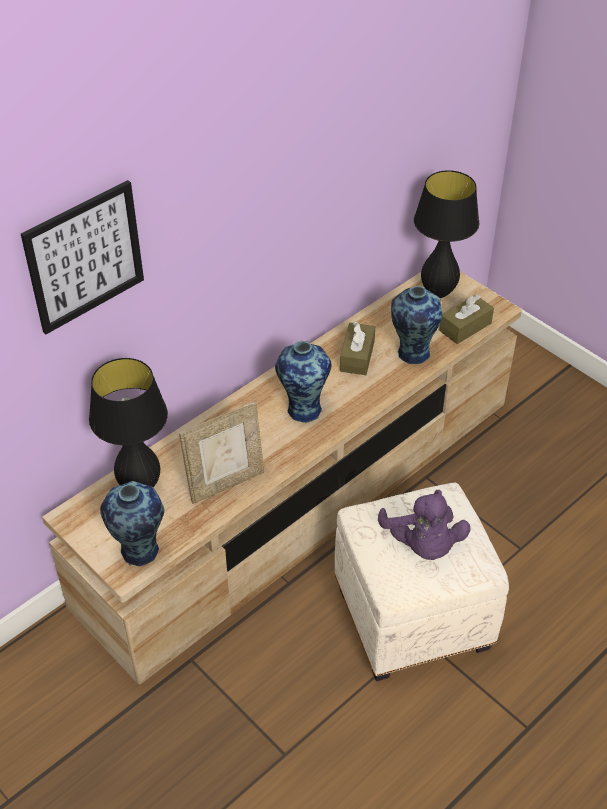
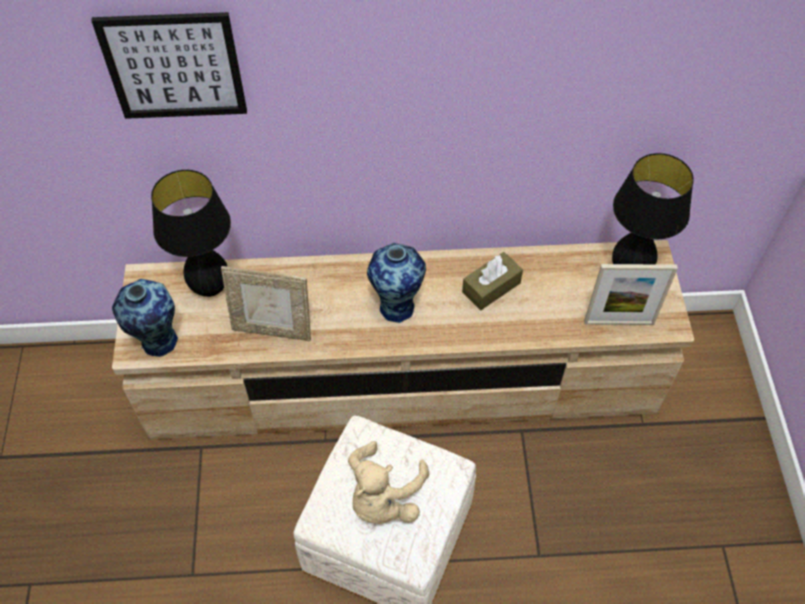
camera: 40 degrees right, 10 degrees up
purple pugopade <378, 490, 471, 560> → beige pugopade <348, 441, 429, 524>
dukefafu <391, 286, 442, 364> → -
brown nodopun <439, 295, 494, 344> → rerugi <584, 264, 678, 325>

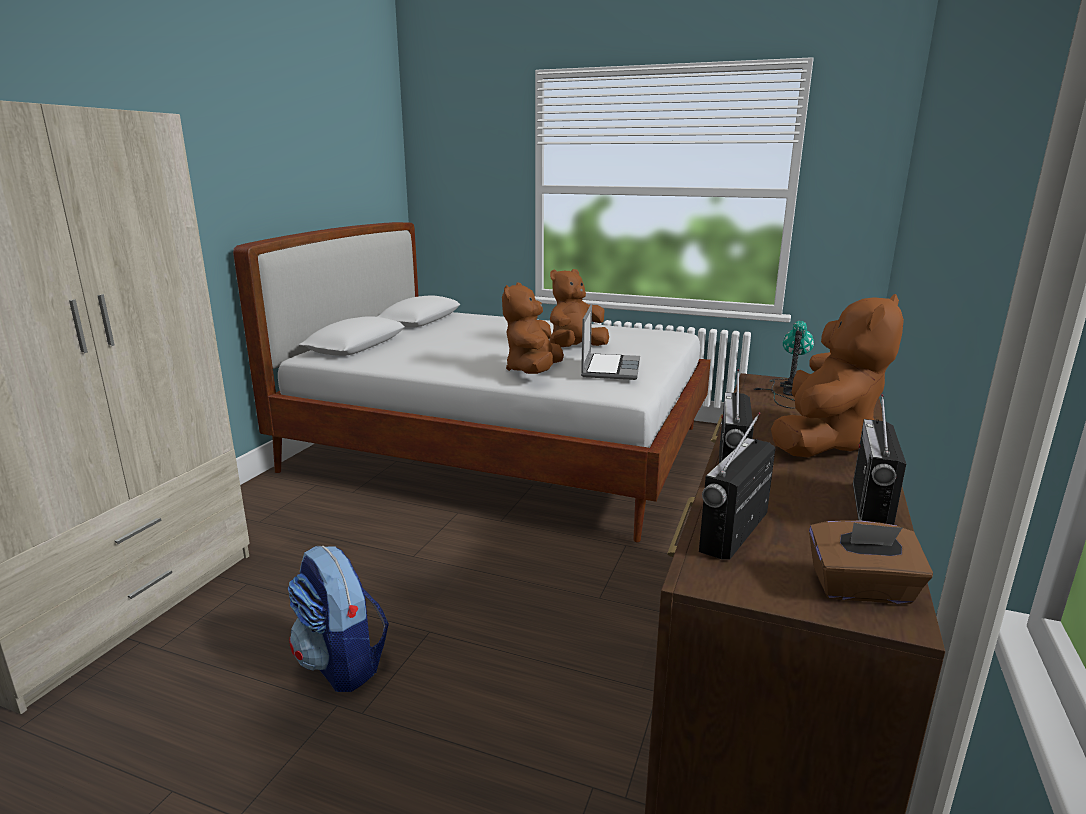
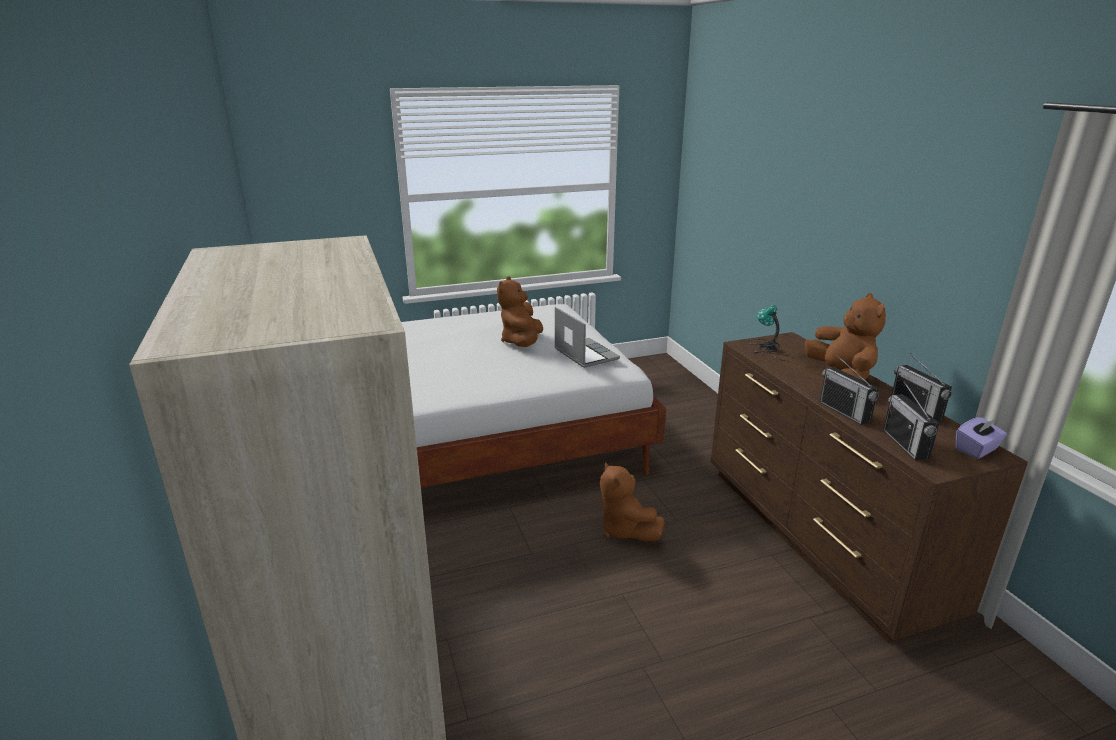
camera: 40 degrees left, 5 degrees up
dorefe <288, 546, 389, 692> → -
brown pugopade <502, 283, 564, 374> → brown pugopade <600, 461, 665, 541>, move
brown nodopun <809, 520, 933, 604> → purple nodopun <956, 417, 1007, 459>

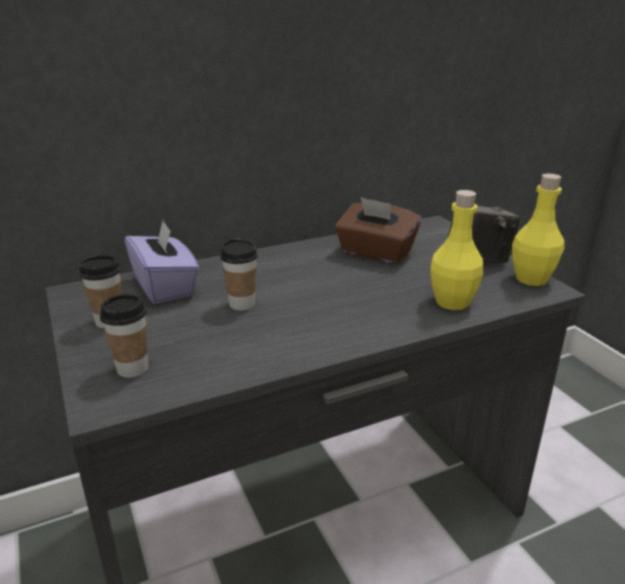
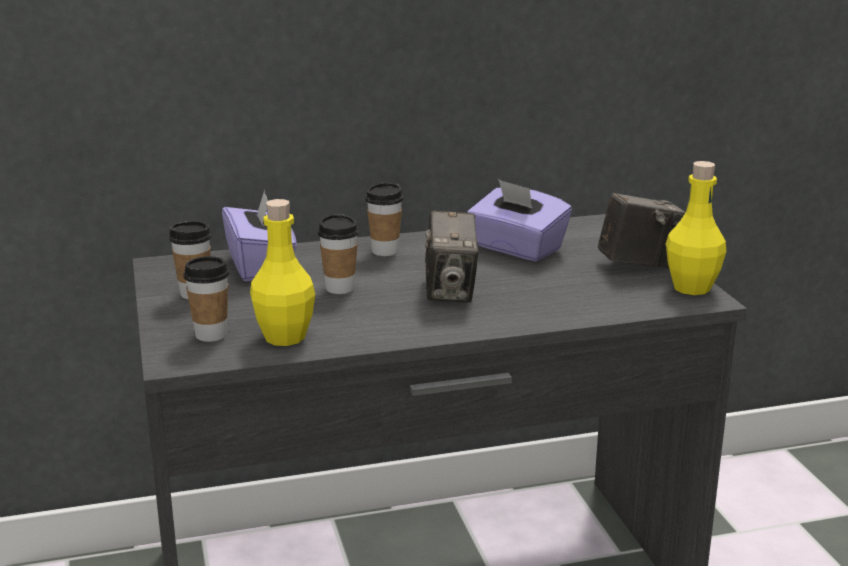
camera: 10 degrees right, 5 degrees down
brown nodopun <335, 197, 421, 264> → purple nodopun <468, 179, 572, 261>
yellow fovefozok <430, 190, 483, 310> → yellow fovefozok <250, 199, 315, 346>, move
- → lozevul <365, 183, 403, 256>
- → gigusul <425, 210, 479, 303>

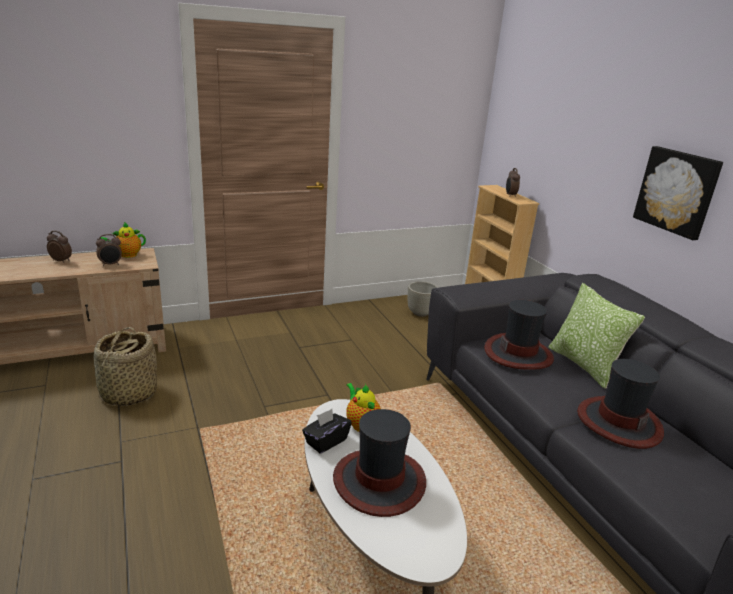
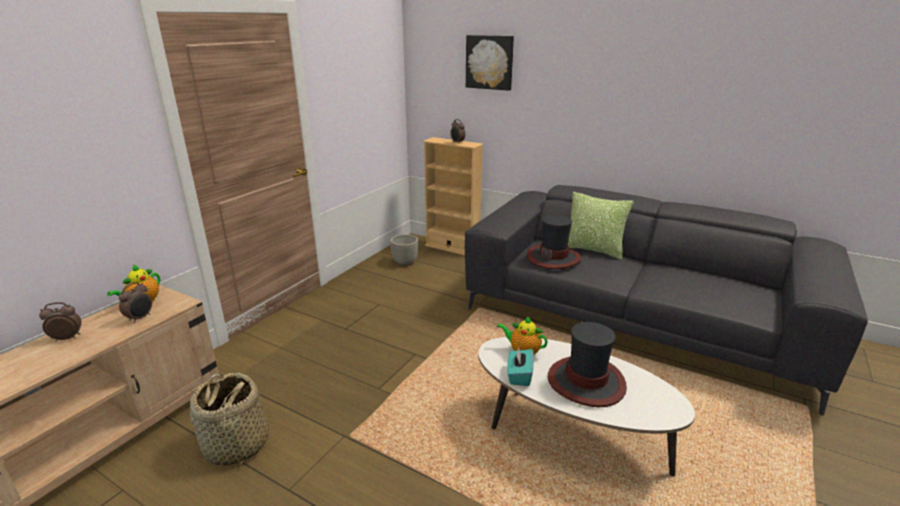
camera: 35 degrees left, 0 degrees up
black nodopun <302, 409, 352, 453> → turquoise nodopun <507, 347, 534, 386>
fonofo <577, 359, 664, 449> → -
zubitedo <633, 146, 723, 240> → zubitedo <466, 35, 514, 91>, move

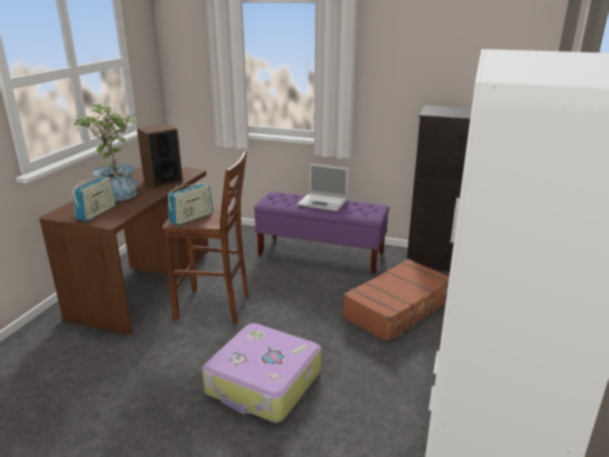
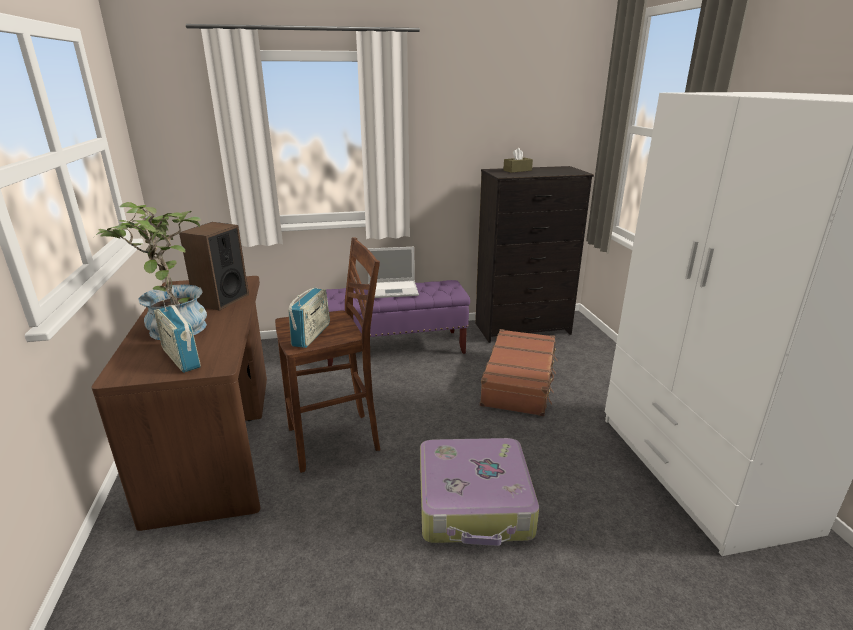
camera: 30 degrees left, 0 degrees up
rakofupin <72, 176, 116, 222> → rakofupin <154, 300, 201, 373>, 150 degrees clockwise
- → brown nodopun <503, 148, 533, 173>

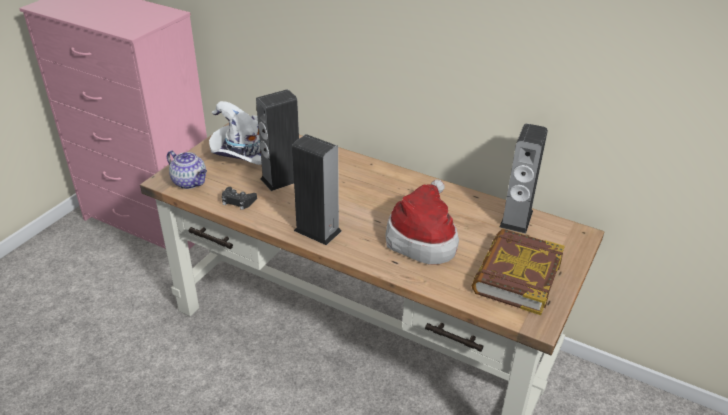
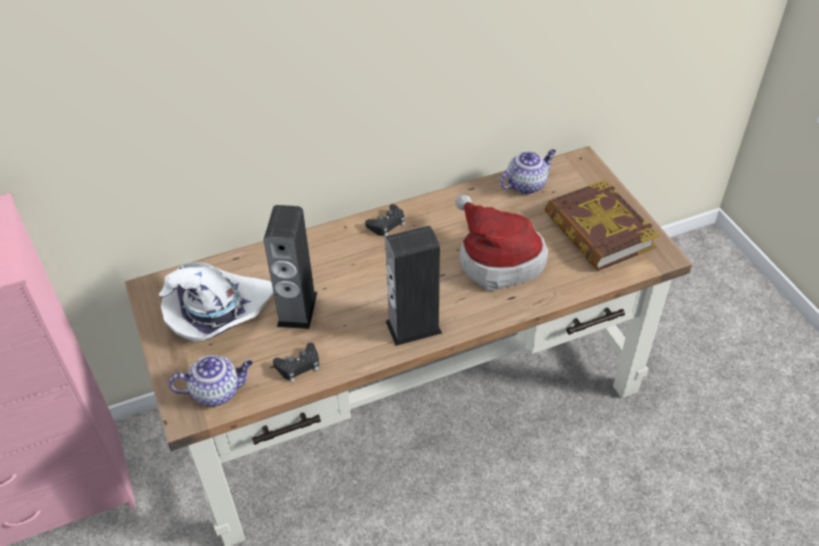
camera: 50 degrees left, 10 degrees up
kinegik <500, 124, 548, 234> → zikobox <500, 149, 556, 194>
- → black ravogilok <365, 204, 405, 237>

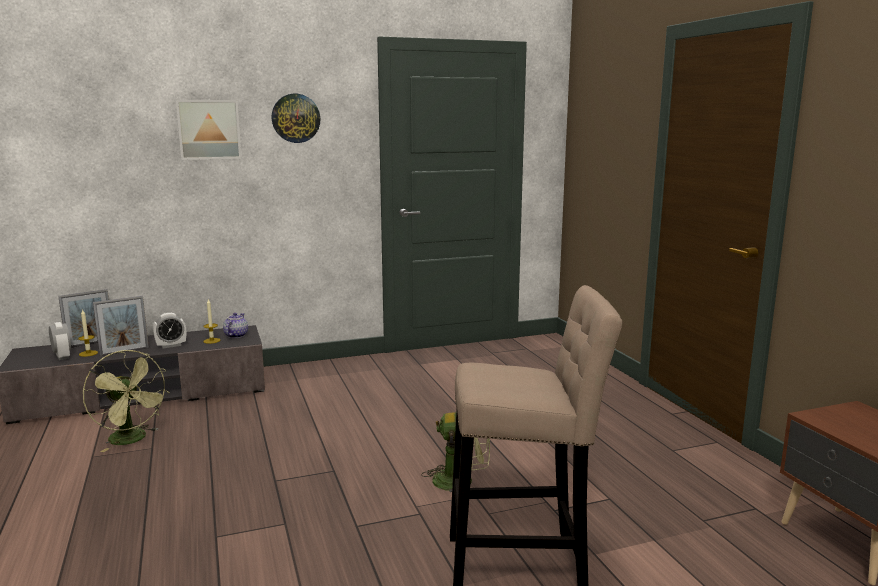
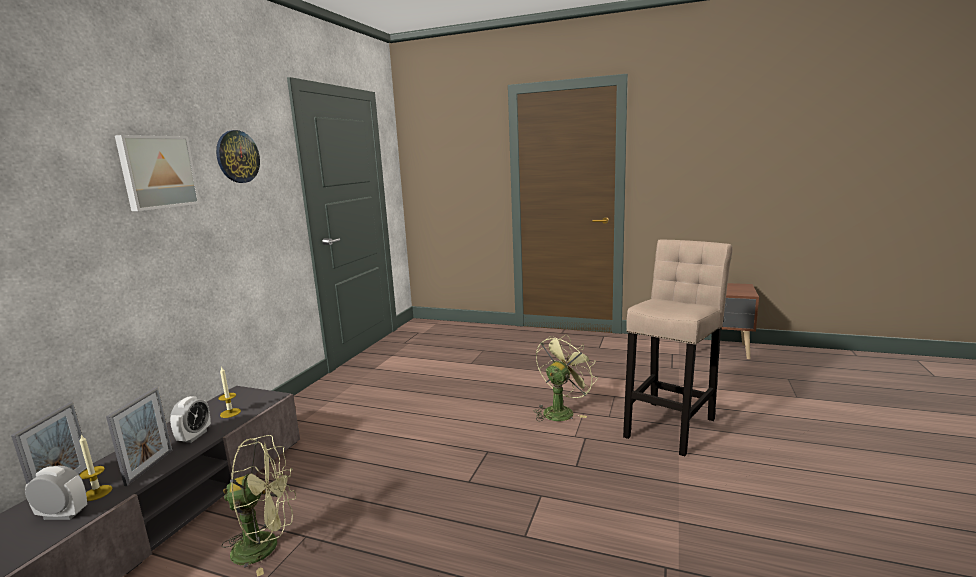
camera: 50 degrees left, 0 degrees up
zikobox <223, 313, 248, 338> → -

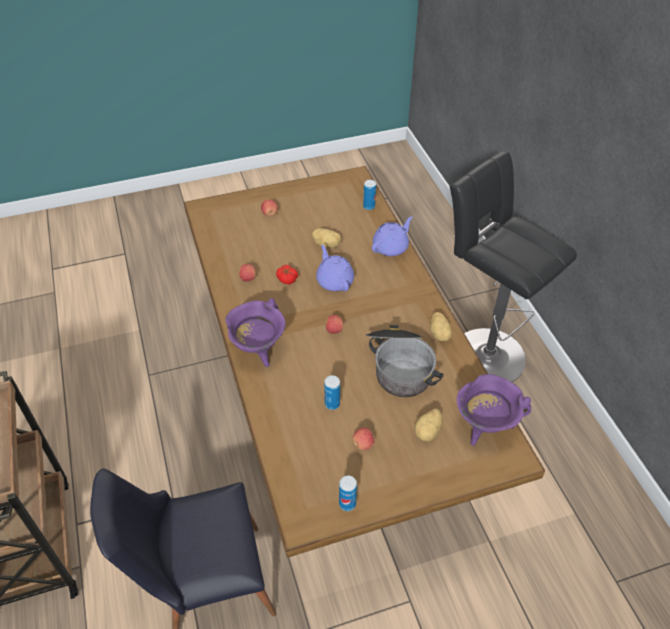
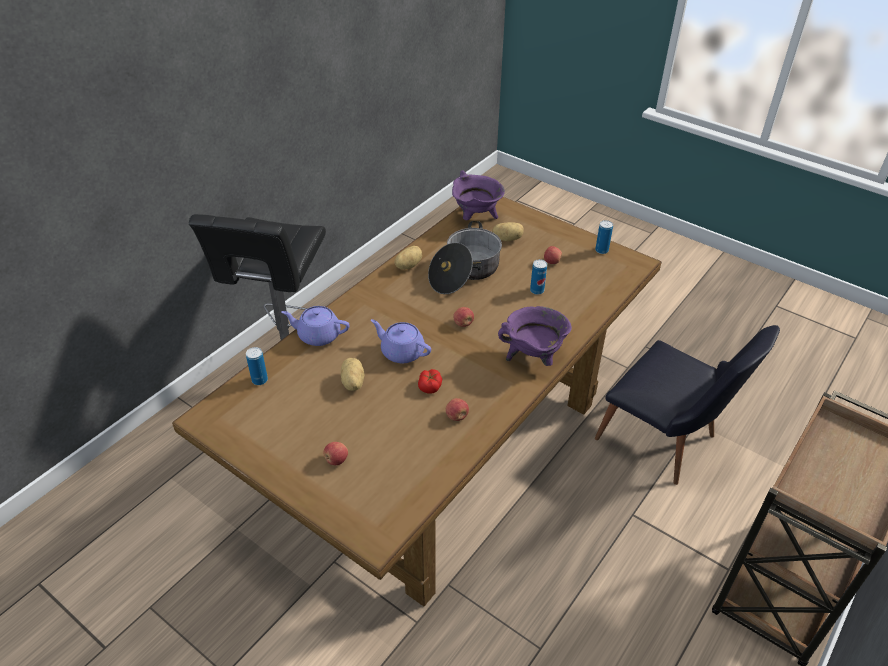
camera: 125 degrees left, 5 degrees down
purple zikobox <316, 245, 354, 291> → purple zikobox <371, 319, 431, 363>, 90 degrees clockwise

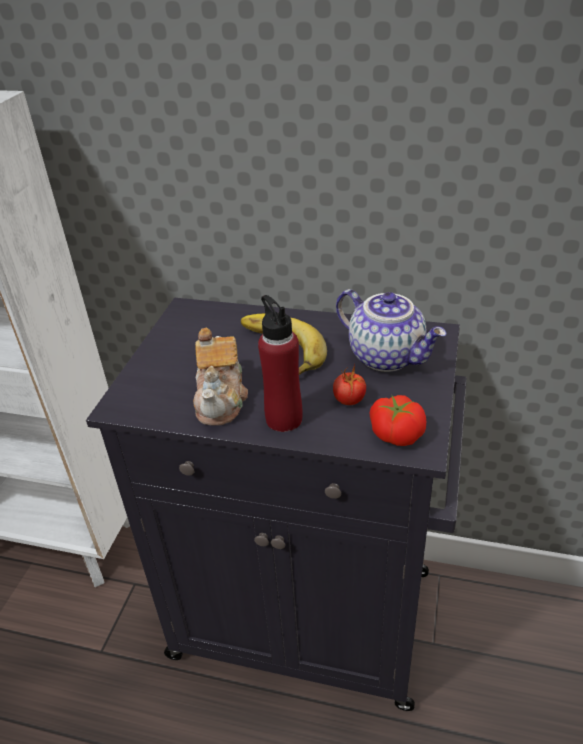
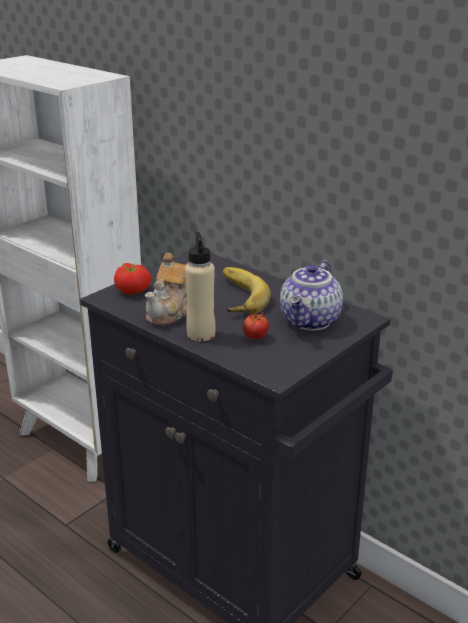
camera: 25 degrees right, 10 degrees down
red fovefozok <258, 295, 303, 432> → beige fovefozok <185, 232, 216, 341>
zikobox <336, 289, 446, 372> → zikobox <280, 260, 343, 331>, 45 degrees clockwise
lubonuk <369, 395, 426, 446> → lubonuk <114, 263, 152, 295>, move

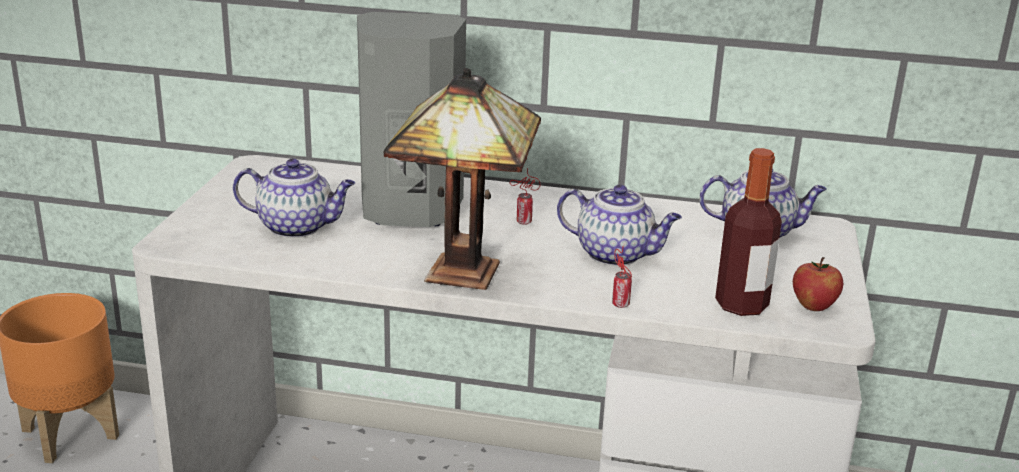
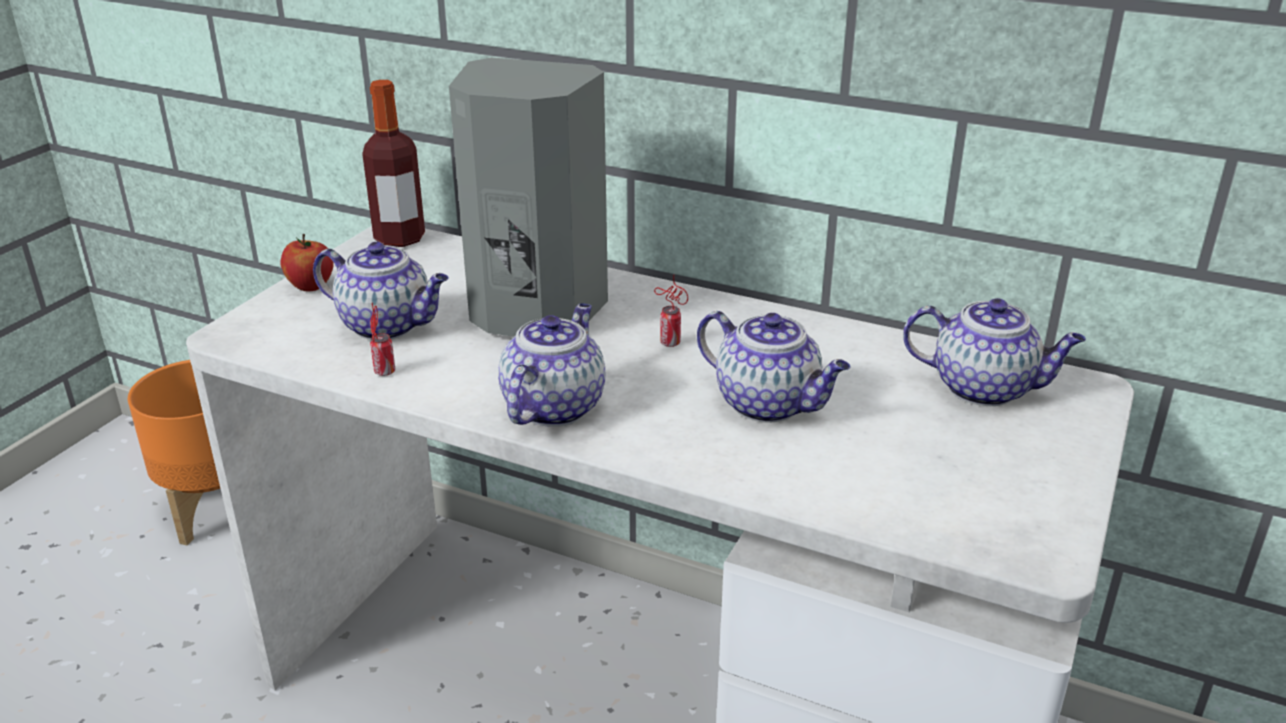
camera: 15 degrees right, 5 degrees up
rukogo <383, 68, 541, 290> → zikobox <498, 303, 605, 427>
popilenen <612, 246, 632, 308> → popilenen <370, 303, 395, 376>, move
fovefozok <715, 148, 782, 316> → fovefozok <362, 80, 425, 247>, move
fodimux <793, 257, 843, 311> → fodimux <280, 234, 334, 291>, move

